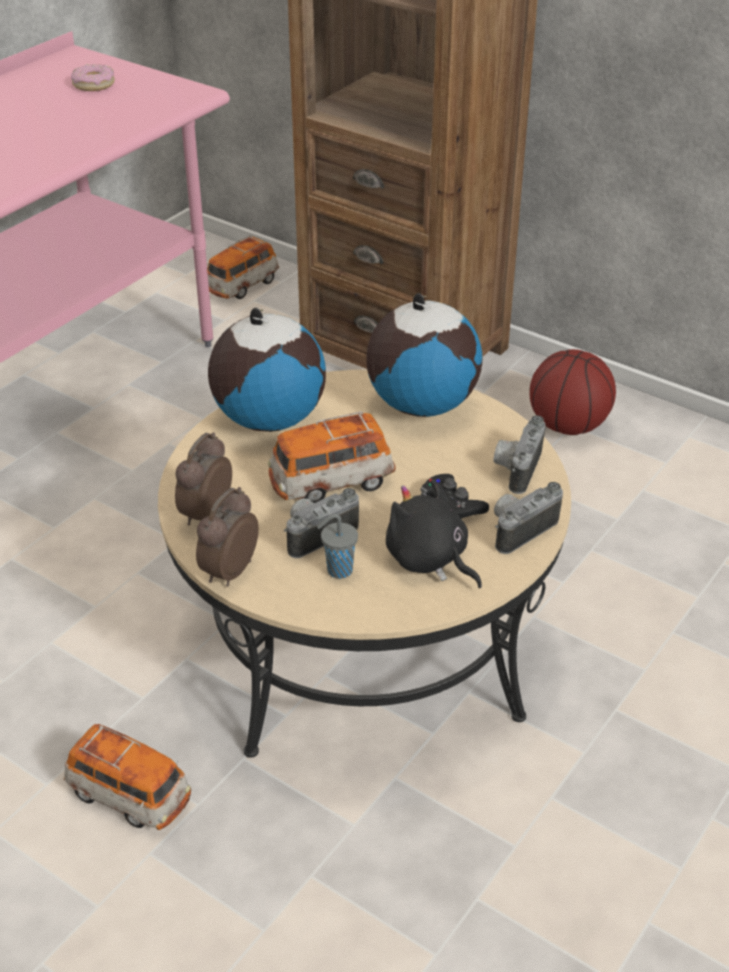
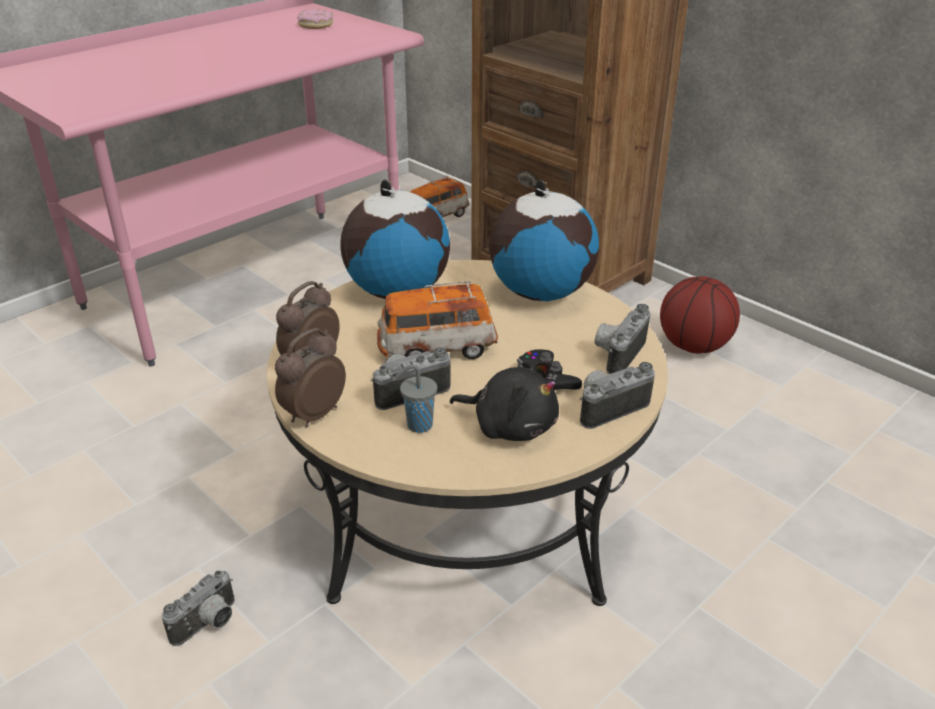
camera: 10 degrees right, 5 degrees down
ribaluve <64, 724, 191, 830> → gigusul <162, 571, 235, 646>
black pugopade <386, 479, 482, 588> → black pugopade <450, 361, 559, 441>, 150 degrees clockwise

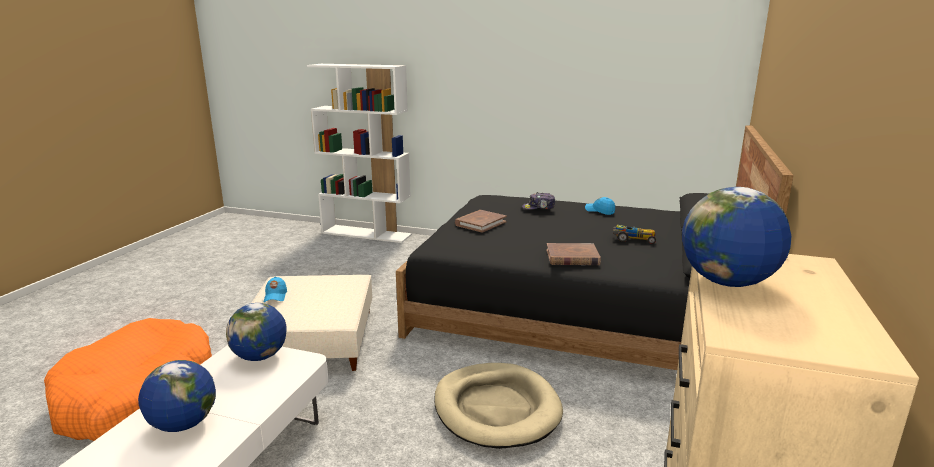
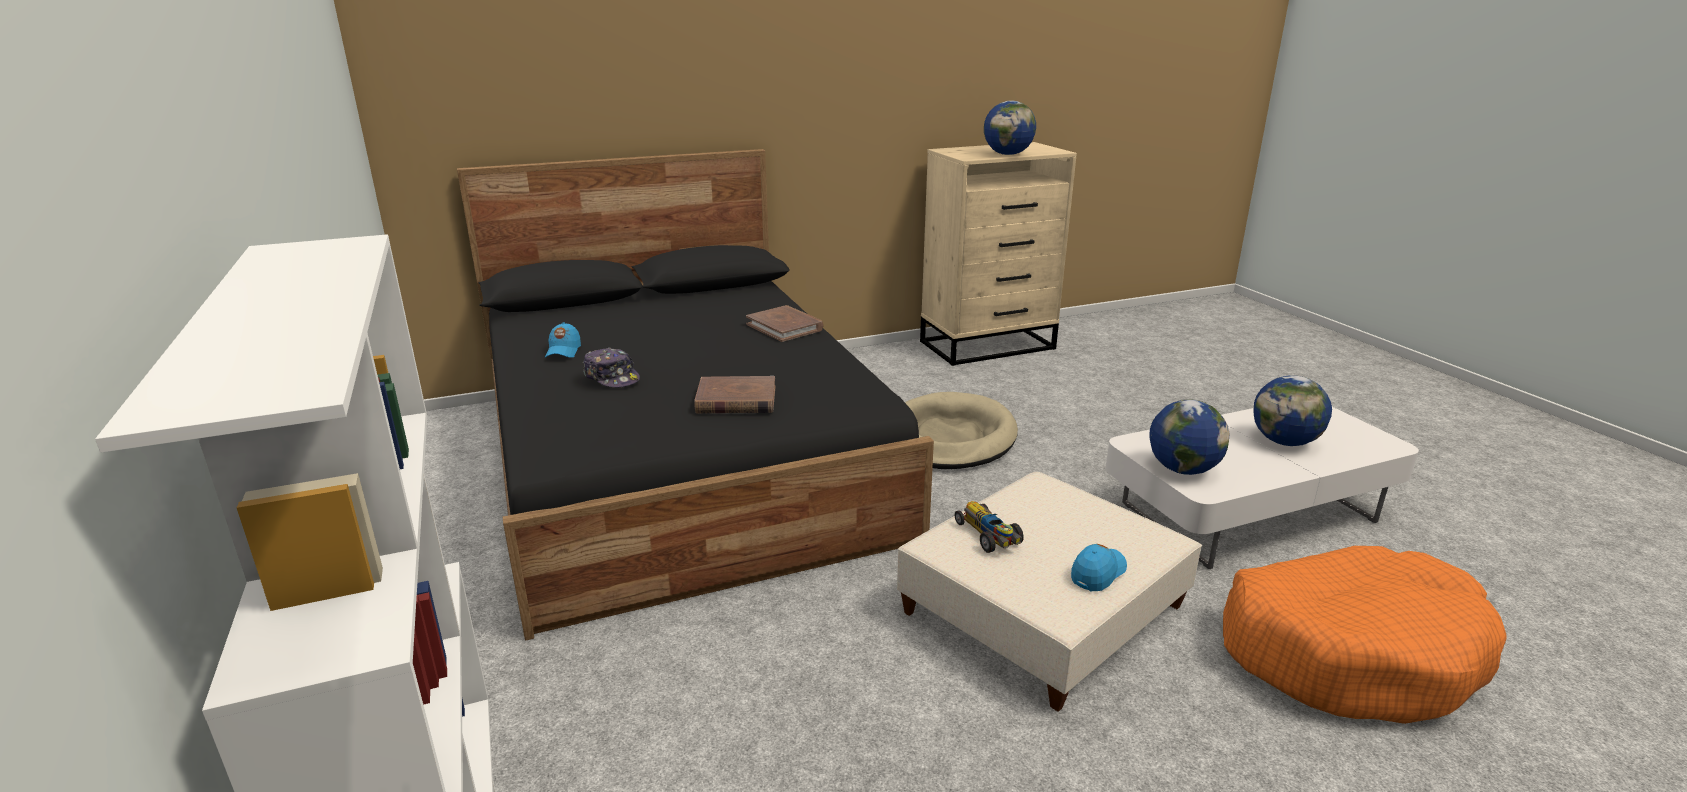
camera: 130 degrees left, 5 degrees up
ribaluve <613, 225, 656, 244> → ribaluve <955, 501, 1024, 553>, move

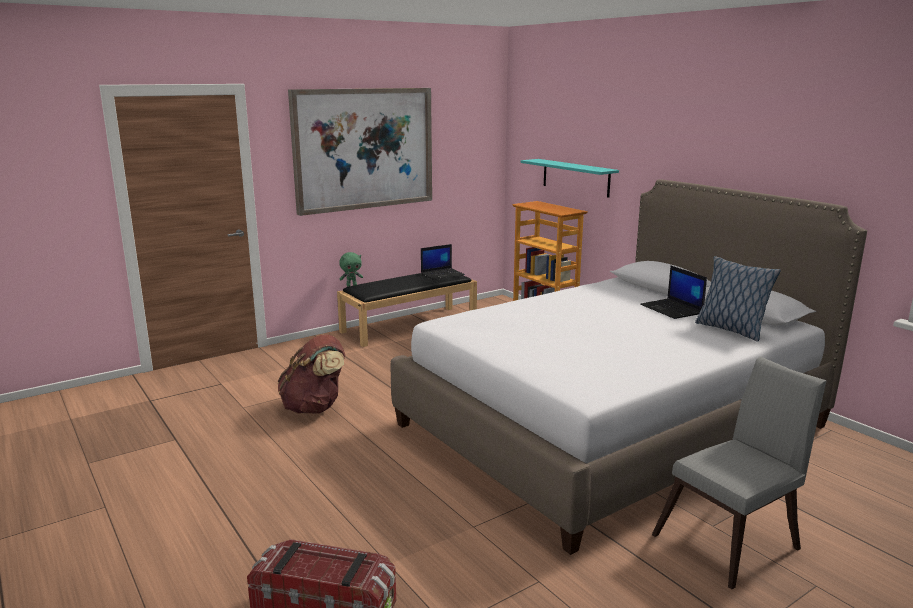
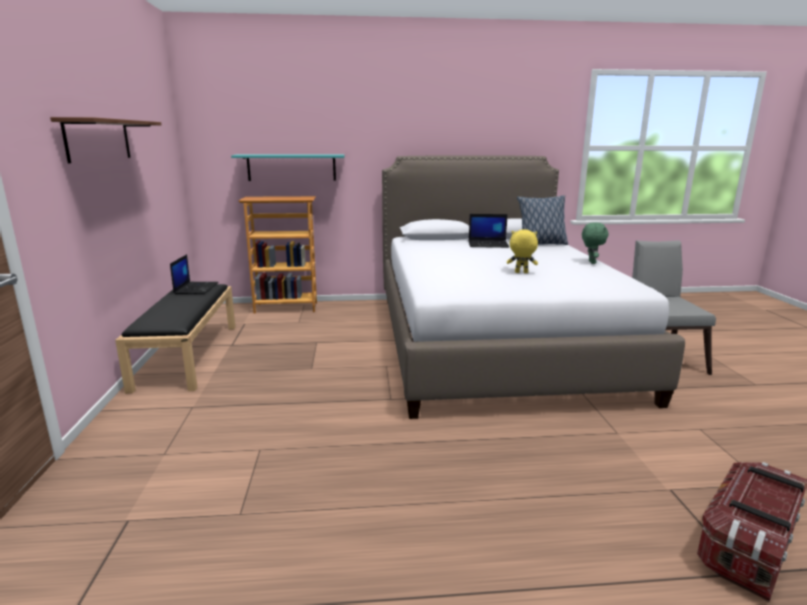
camera: 60 degrees left, 0 degrees up
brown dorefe <278, 335, 345, 414> → -
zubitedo <288, 88, 432, 216> → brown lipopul <50, 117, 161, 163>
green pugopade <339, 252, 363, 287> → green pugopade <582, 222, 609, 264>, move
- → yellow pugopade <507, 229, 538, 273>

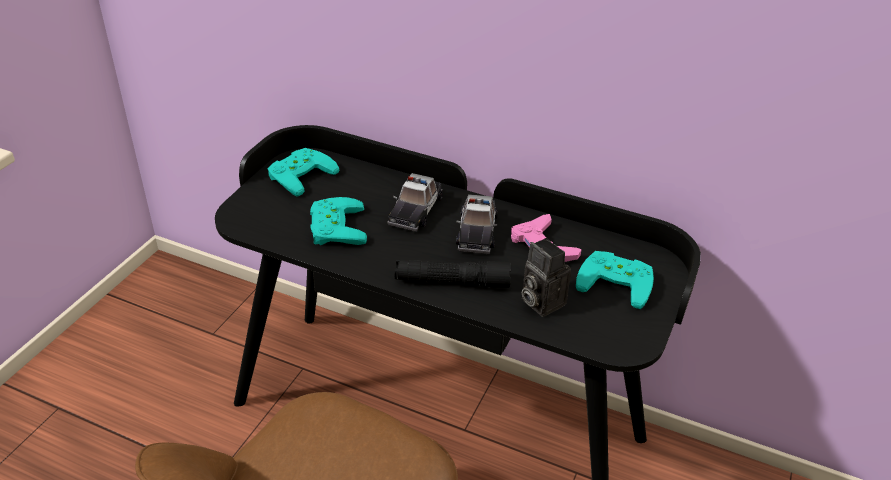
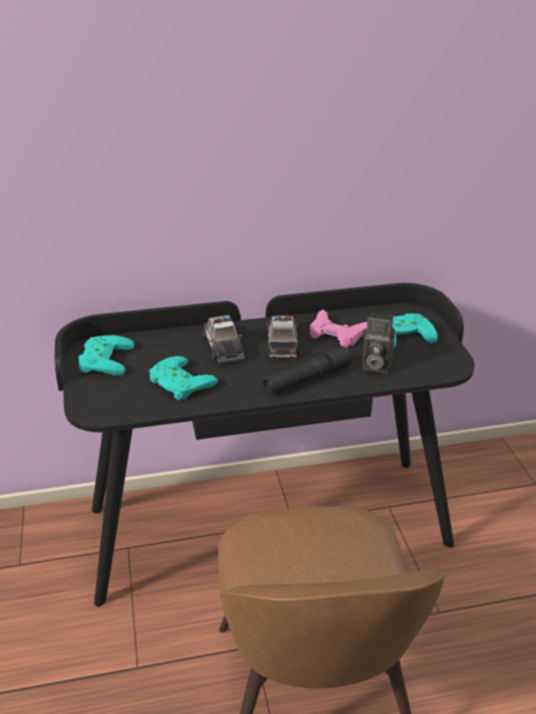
camera: 35 degrees left, 5 degrees down
ribaluve <456, 194, 498, 254> → ribaluve <266, 314, 300, 359>, 150 degrees counterclockwise

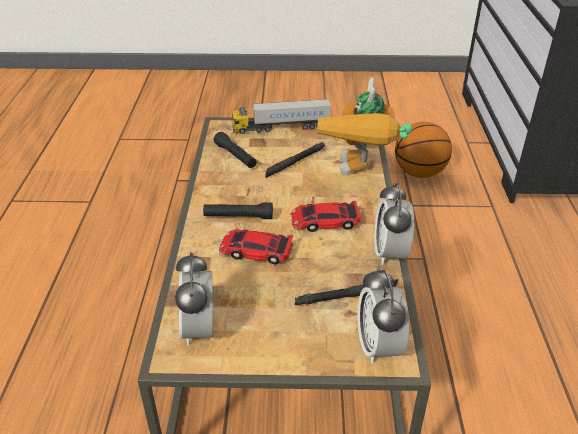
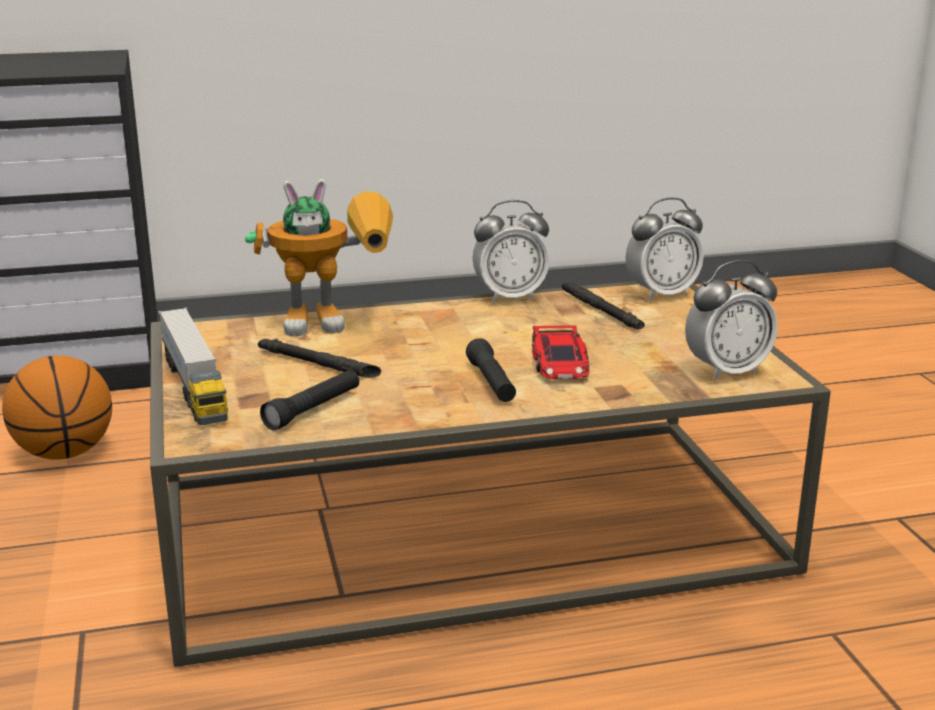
camera: 105 degrees left, 15 degrees down
ribaluve <291, 201, 361, 232> → -

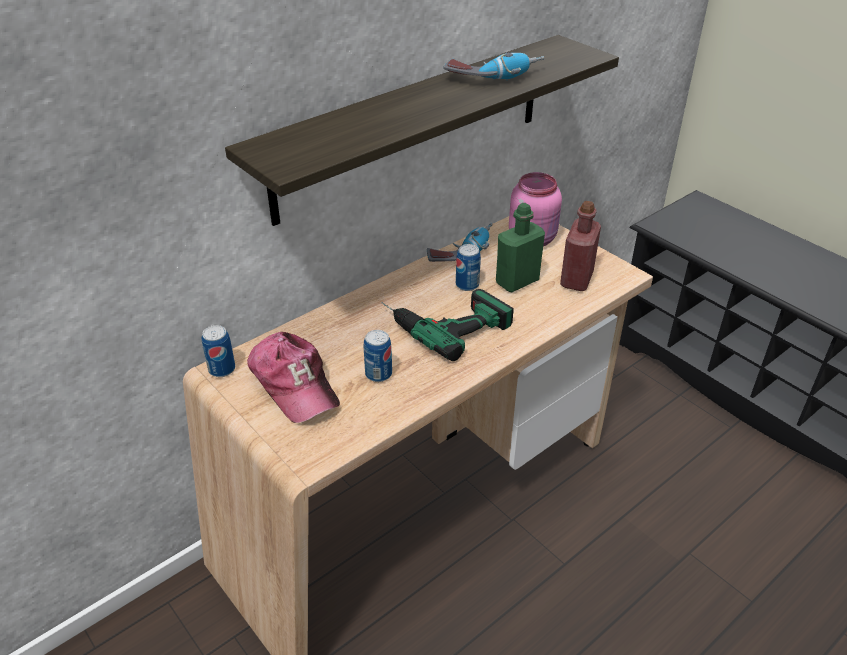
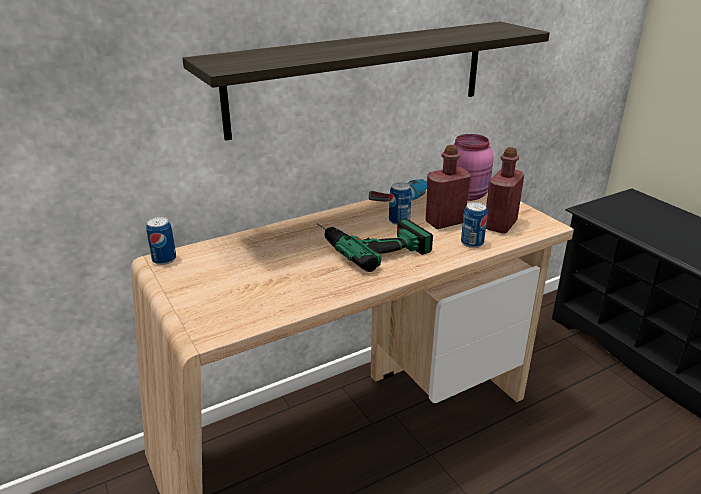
camera: 10 degrees right, 10 degrees down
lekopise <247, 332, 340, 423> → -
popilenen <363, 330, 392, 382> → popilenen <461, 202, 487, 248>, move
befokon <444, 52, 544, 80> → -
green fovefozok <496, 203, 545, 293> → red fovefozok <426, 145, 471, 229>

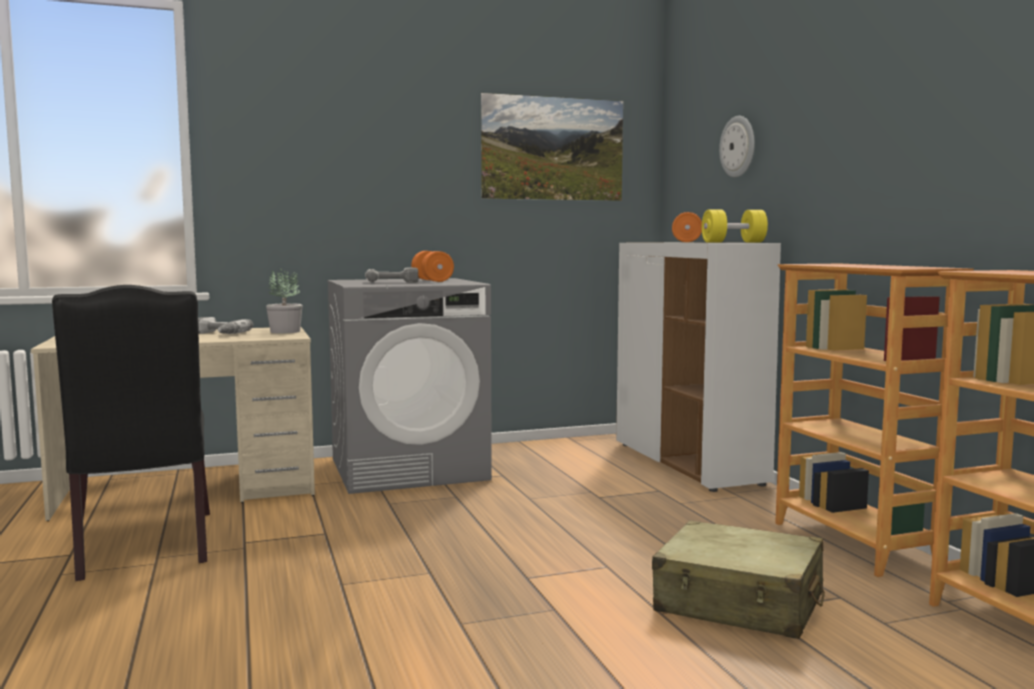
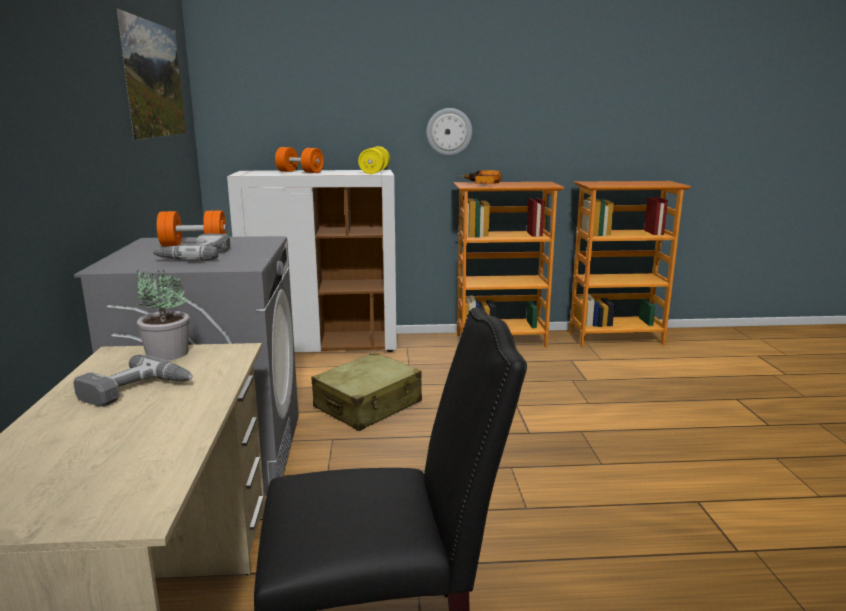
camera: 75 degrees left, 10 degrees up
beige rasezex <652, 520, 825, 639> → beige rasezex <312, 352, 422, 431>, move
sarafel <719, 116, 755, 177> → sarafel <426, 108, 472, 156>, move
- → befokon <457, 170, 502, 184>

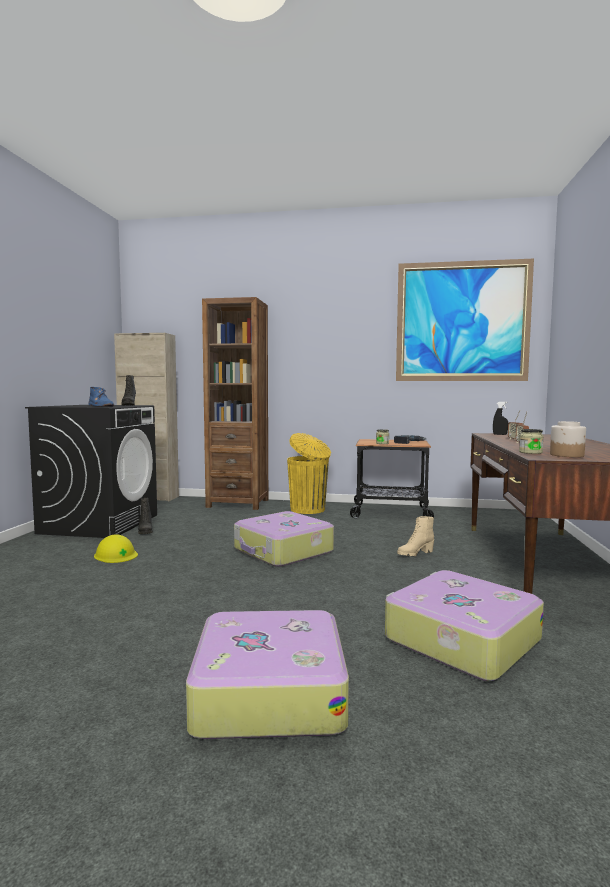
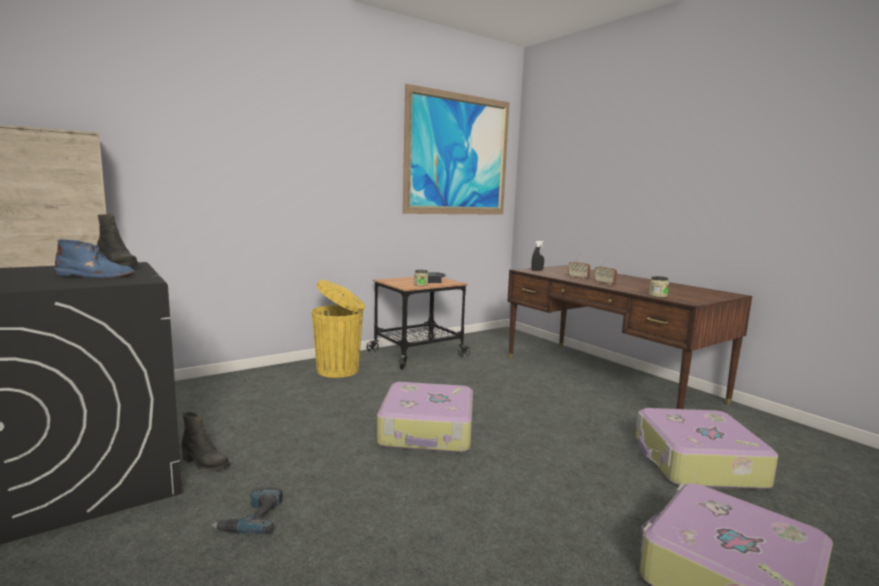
camera: 45 degrees left, 5 degrees up
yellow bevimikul <94, 534, 138, 563> → befokon <212, 487, 282, 534>
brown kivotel <202, 297, 268, 510> → -
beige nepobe <397, 516, 434, 556> → -
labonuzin <550, 421, 586, 457> → -

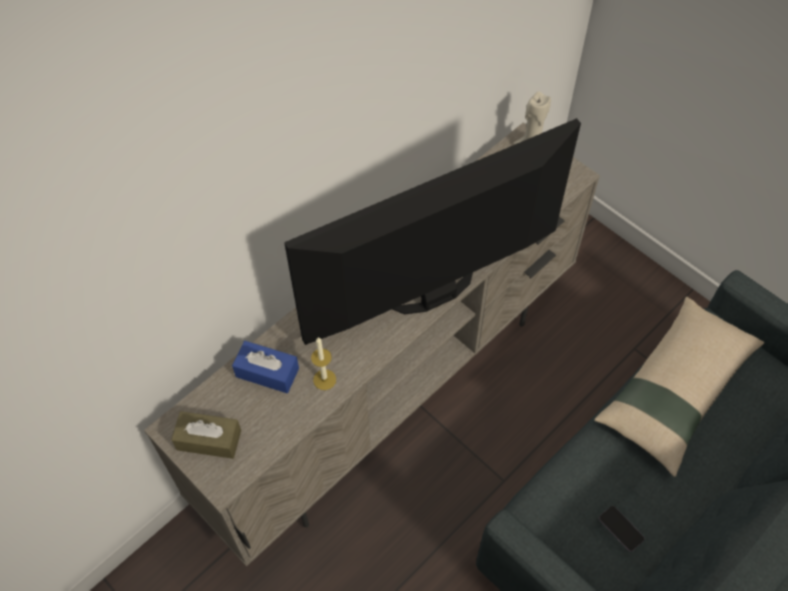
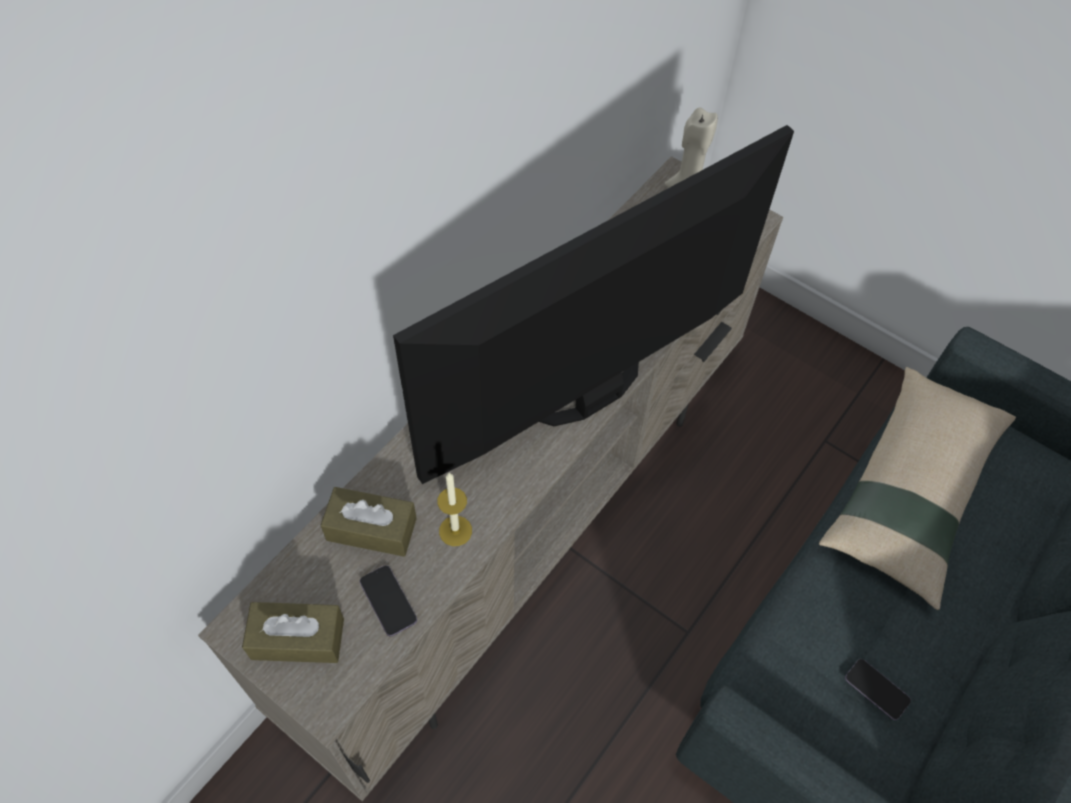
camera: 10 degrees left, 0 degrees up
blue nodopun <232, 341, 299, 393> → brown nodopun <321, 487, 417, 557>
- → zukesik <360, 565, 417, 636>

